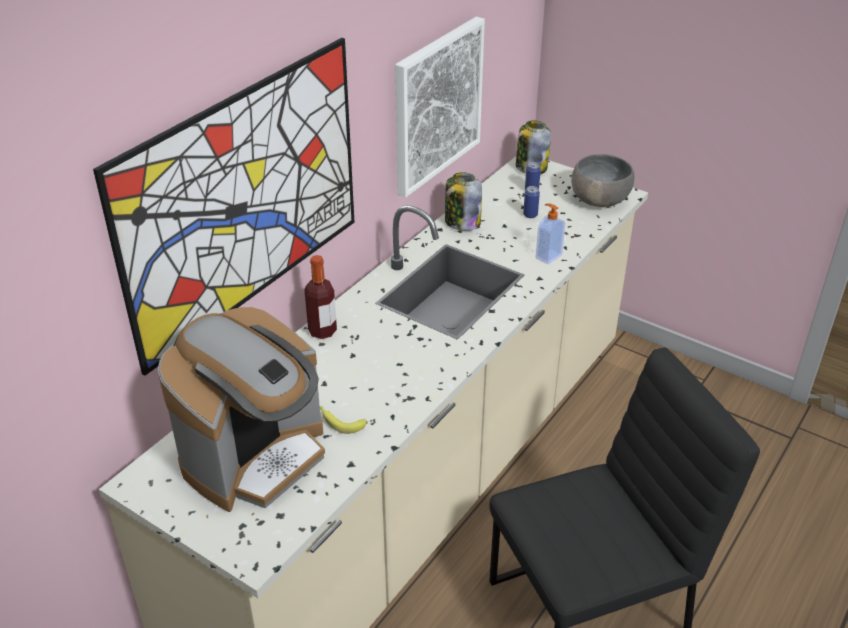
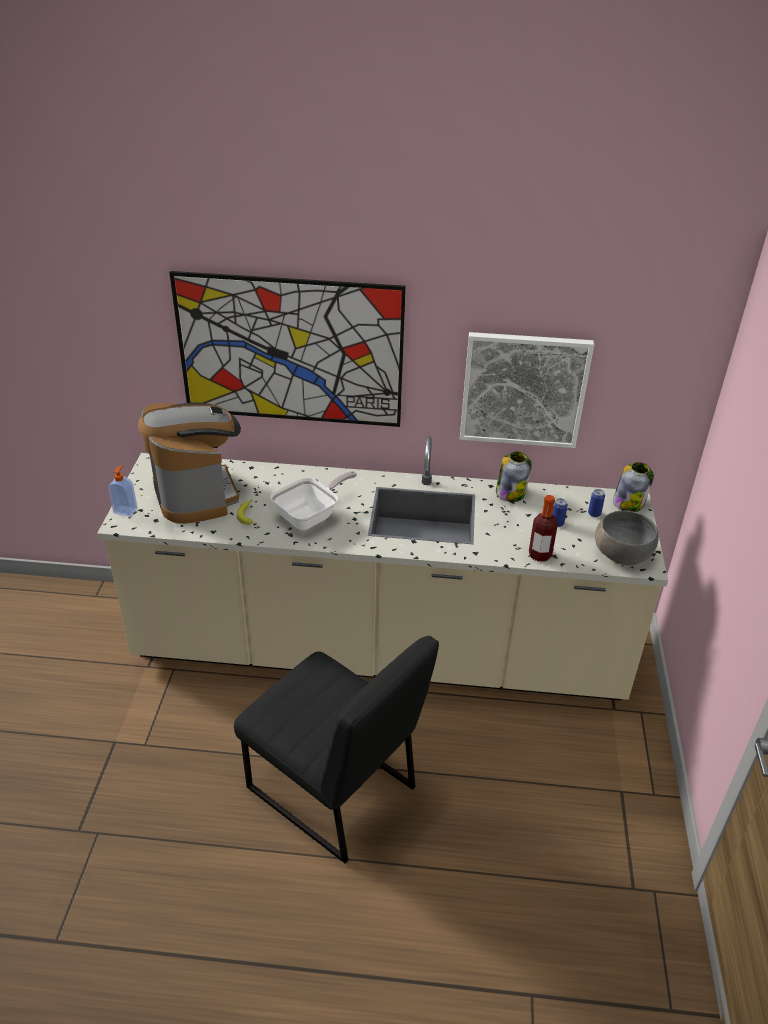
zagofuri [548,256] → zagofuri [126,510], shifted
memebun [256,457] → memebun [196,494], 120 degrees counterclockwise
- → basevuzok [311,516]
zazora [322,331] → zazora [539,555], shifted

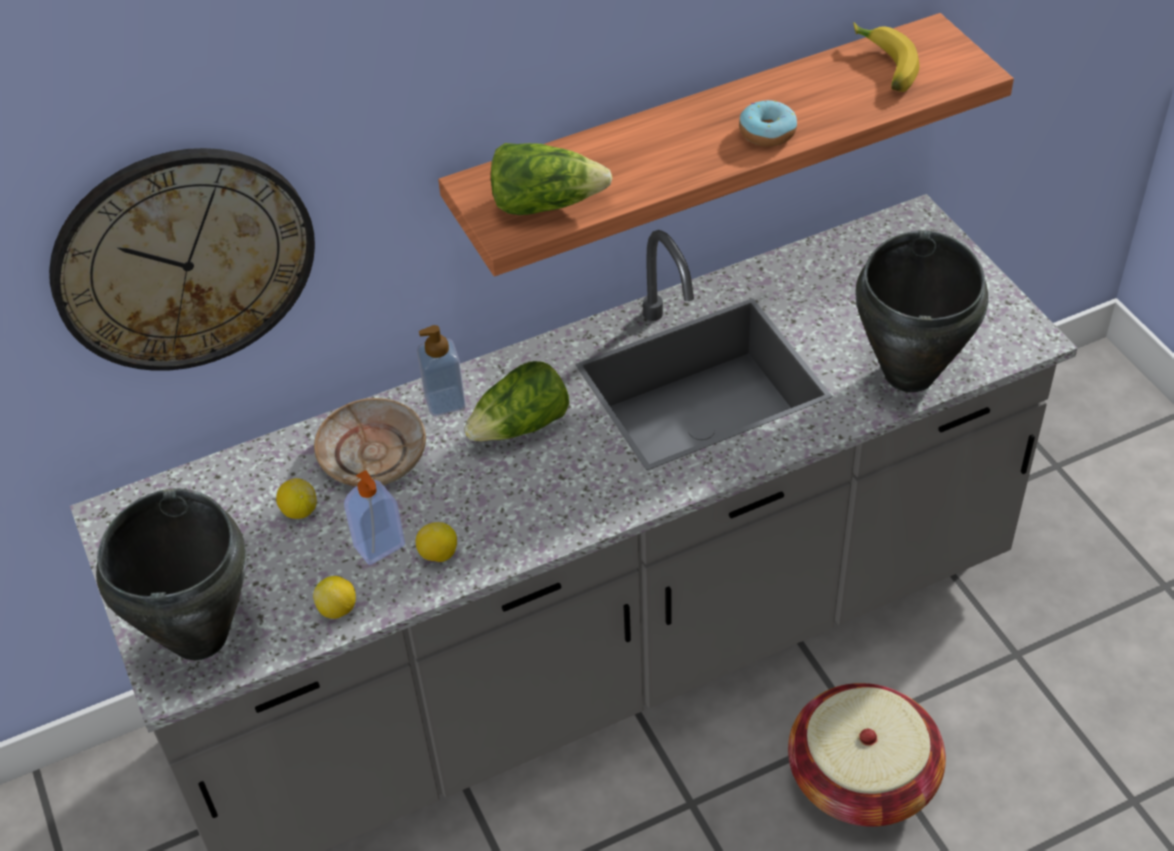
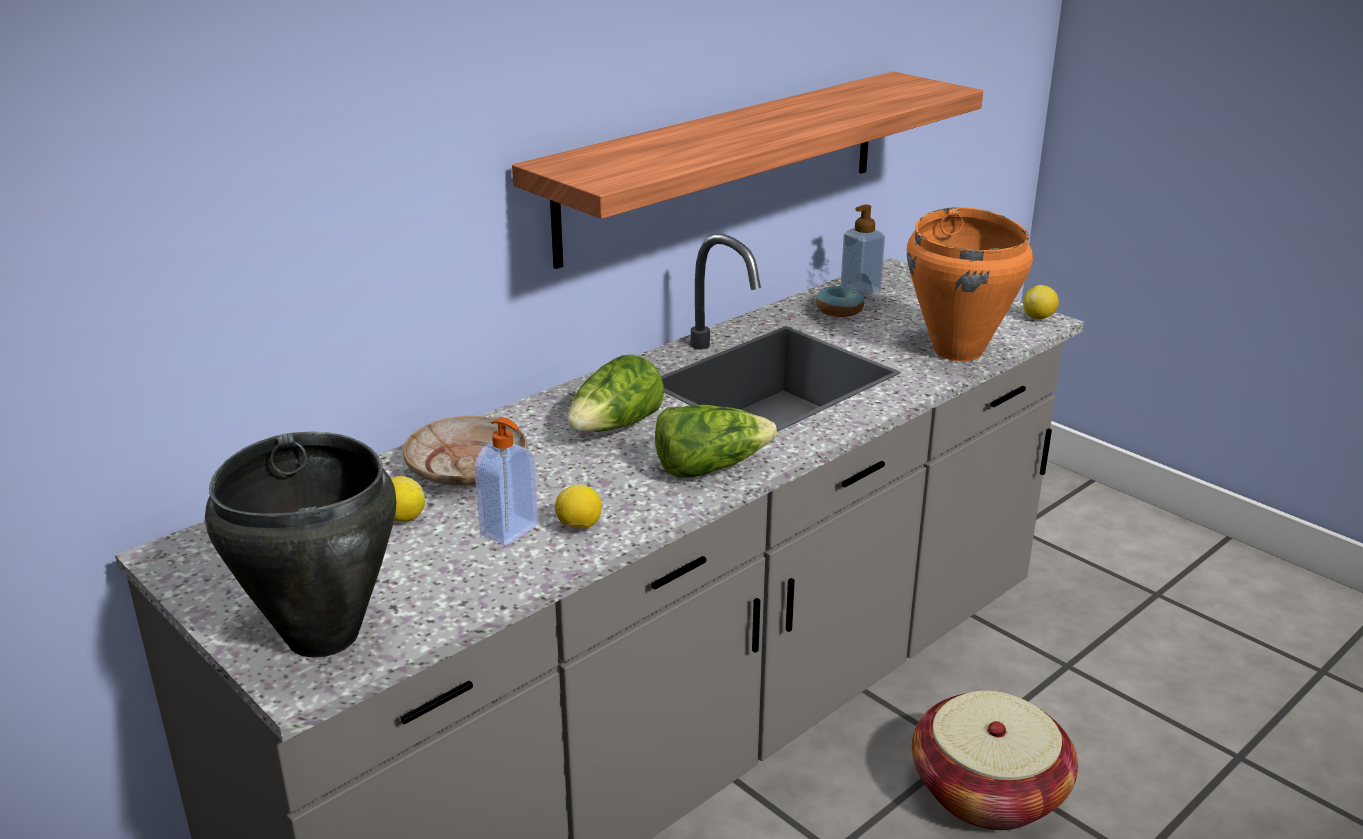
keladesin [545,203] → keladesin [709,467], shifted
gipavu [767,133] → gipavu [839,310], shifted
zagofuri [445,401] → zagofuri [860,290], shifted
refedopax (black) [910,373] → refedopax (orange) [958,351]
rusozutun [338,609] → rusozutun [1038,317], shifted
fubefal [184,259] → -
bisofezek [882,67] → -

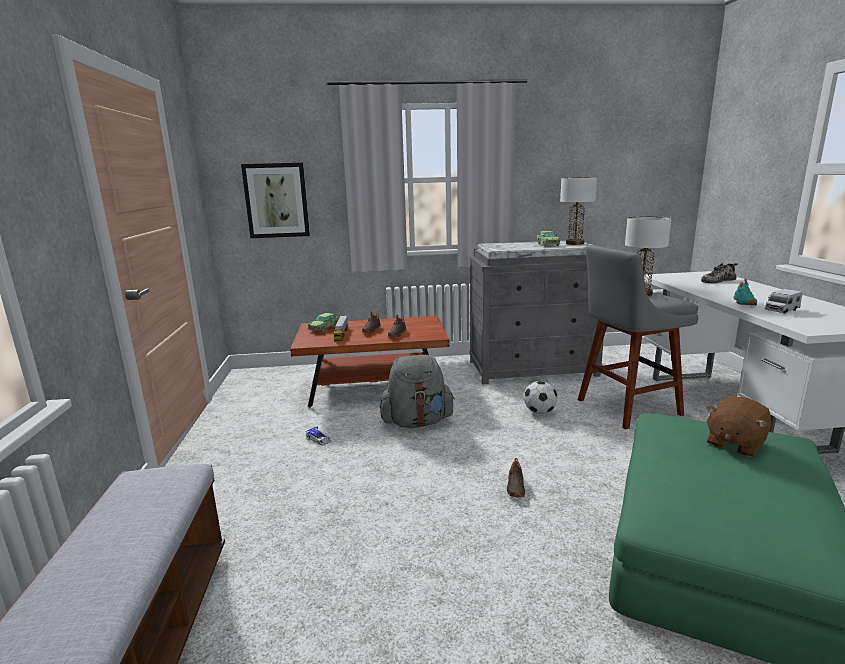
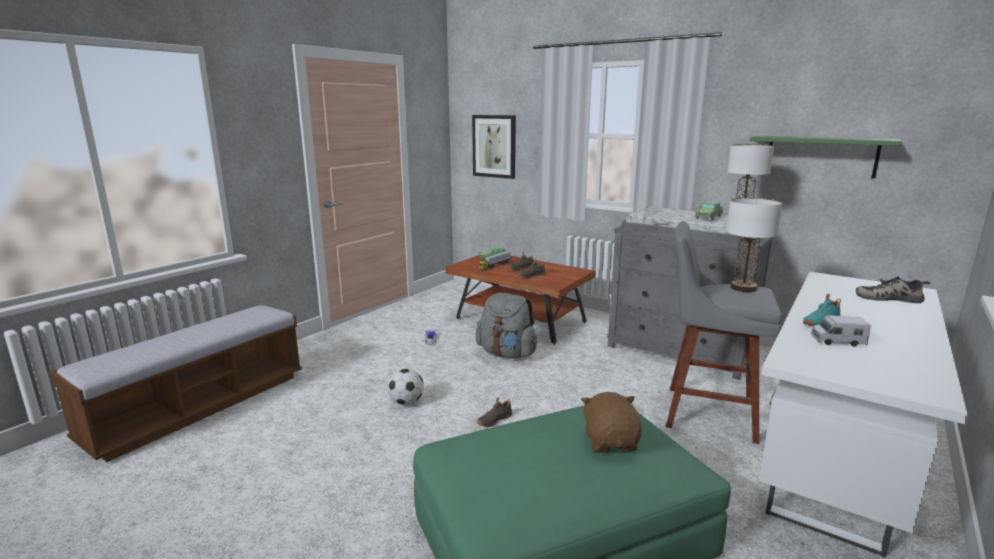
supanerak [539,412] → supanerak [406,402], shifted
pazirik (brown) [734,444] → pazirik (brown) [610,442], 90 degrees clockwise
- → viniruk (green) [820,156]

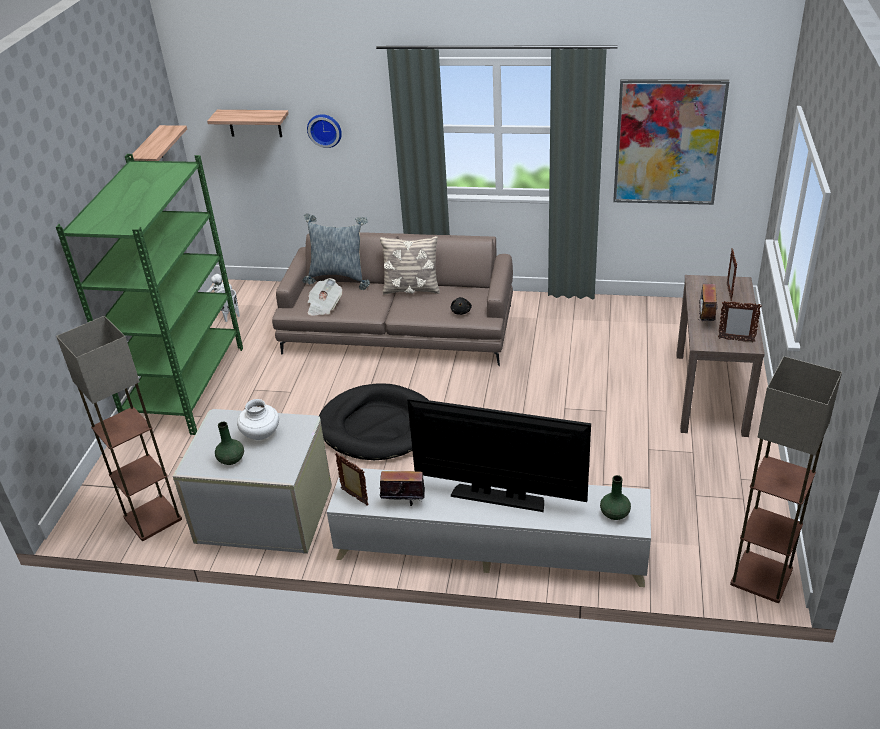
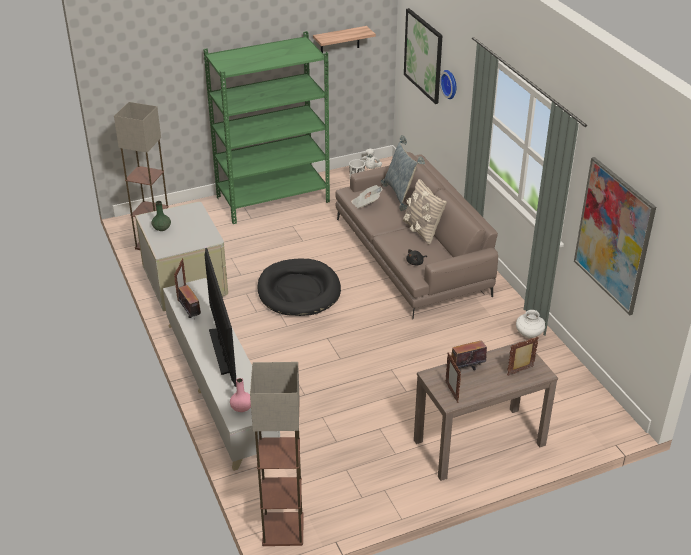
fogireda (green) [614,513] → fogireda (pink) [242,407]
viniruk [254,123] → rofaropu [423,55]
fogireda (white) [261,434] → fogireda (white) [529,334], shifted

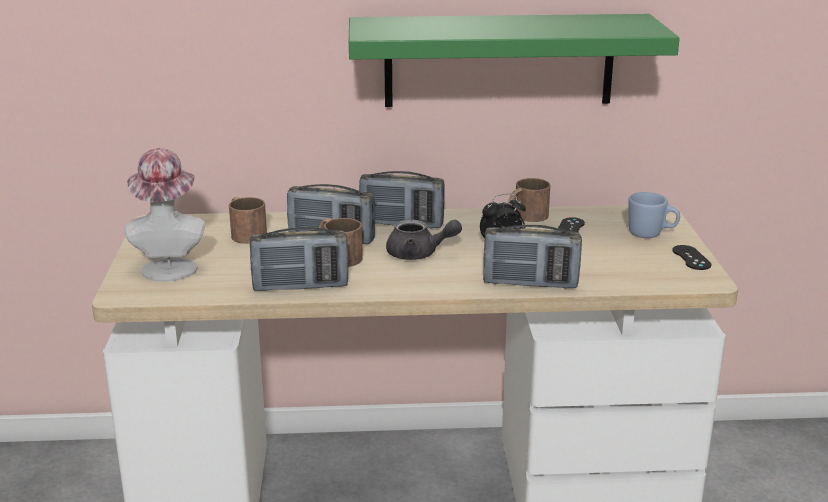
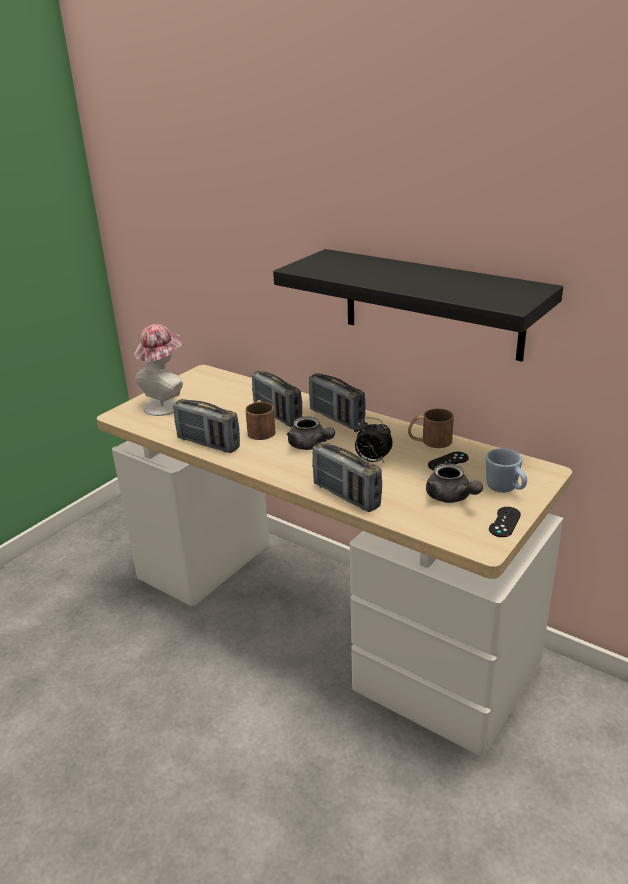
viniruk (green) [499,60] → viniruk (black) [431,304]
- → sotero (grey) [451,497]
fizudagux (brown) [245,233] → -

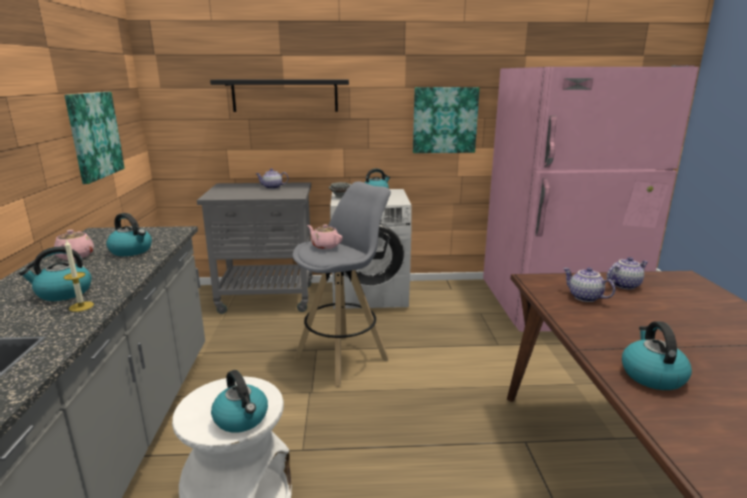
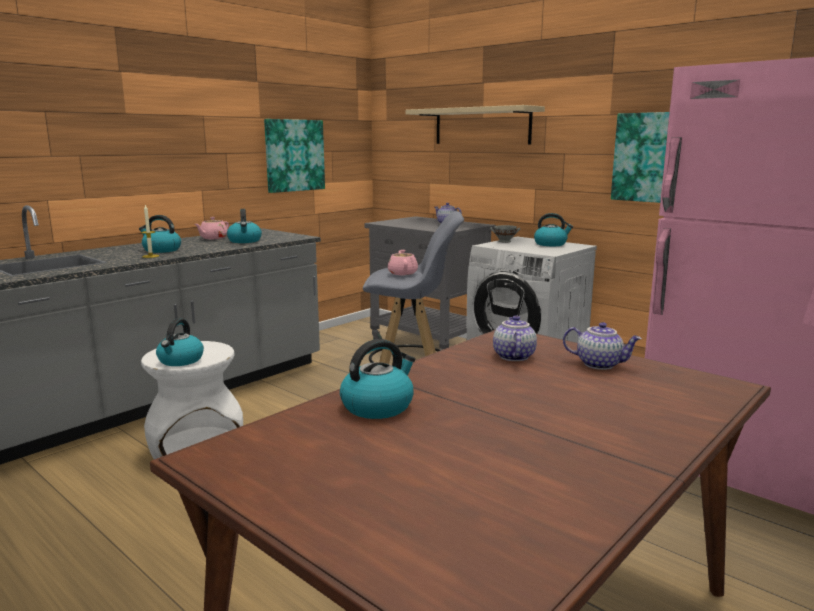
viniruk (black) [285,95] → viniruk (beige) [481,126]

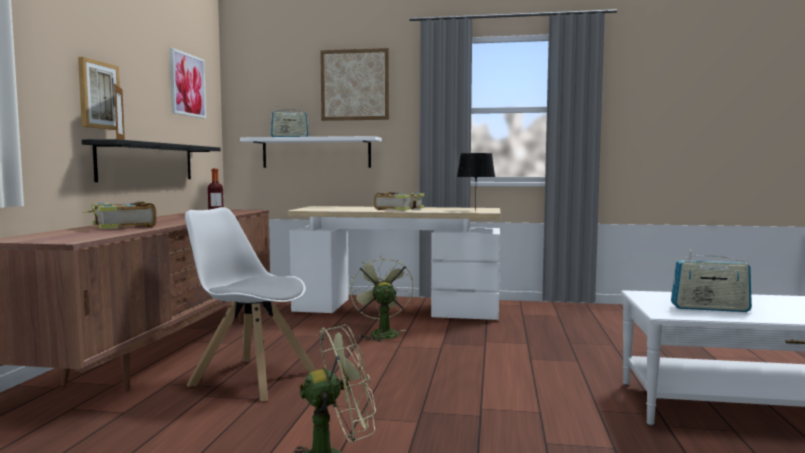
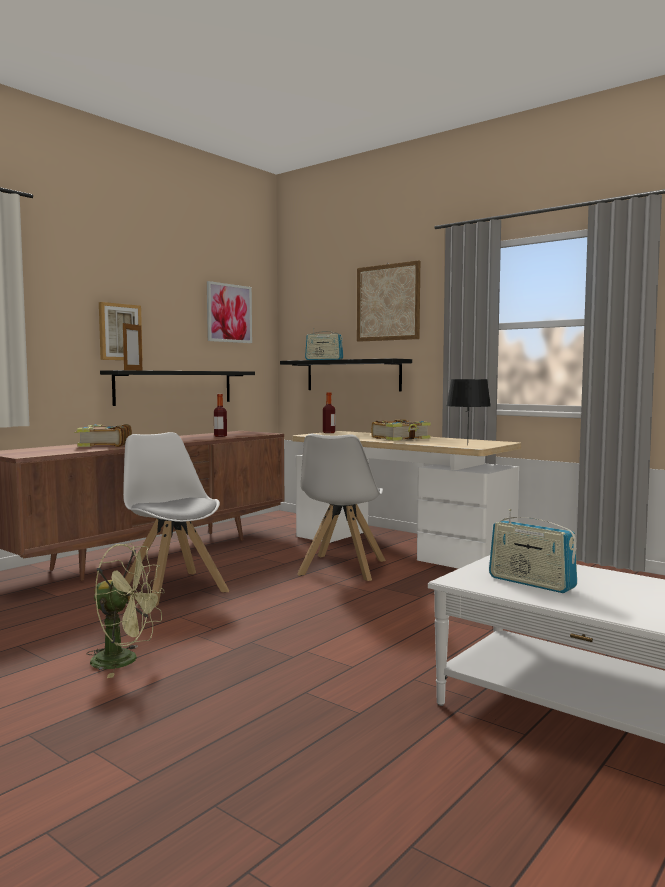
viniruk (white) [316,153] → viniruk (black) [353,375]
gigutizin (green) [381,333] → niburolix [341,569]
- → zazora [329,432]

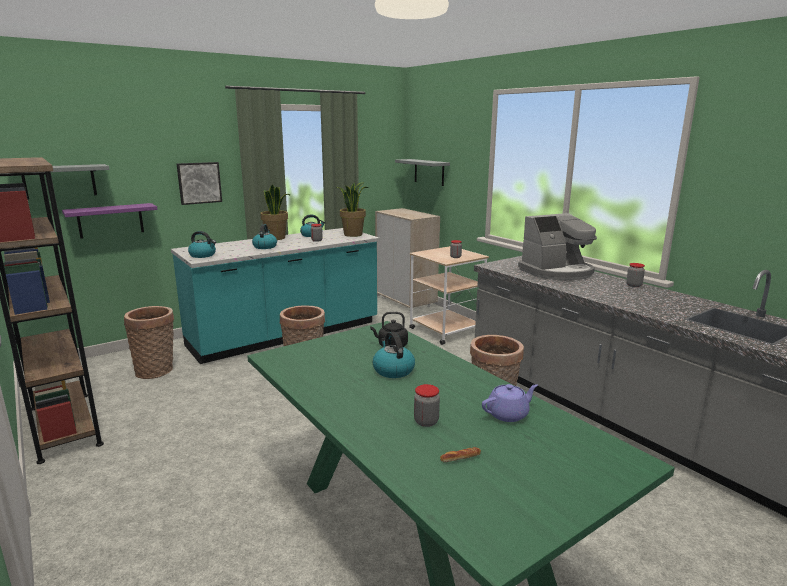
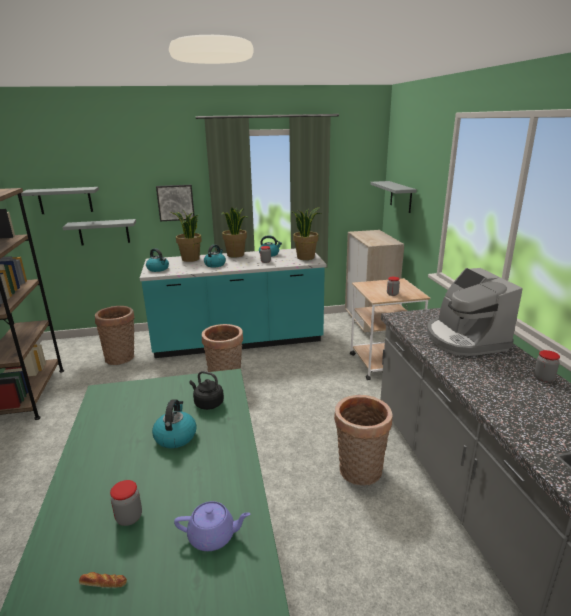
viniruk (purple) [110,220] → viniruk (grey) [104,232]
- → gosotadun [190,259]
memebun [557,272] → memebun [464,339], 75 degrees clockwise

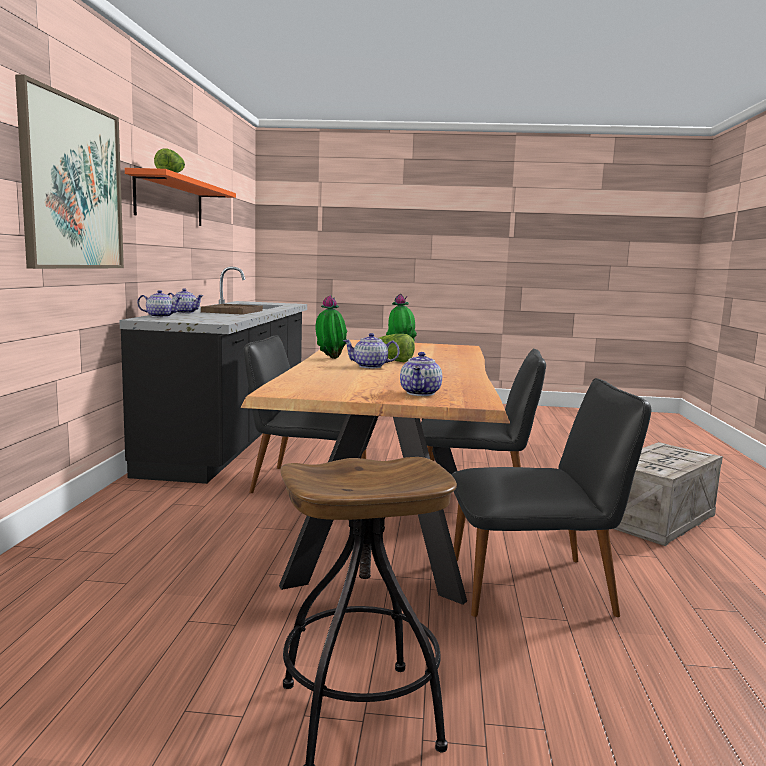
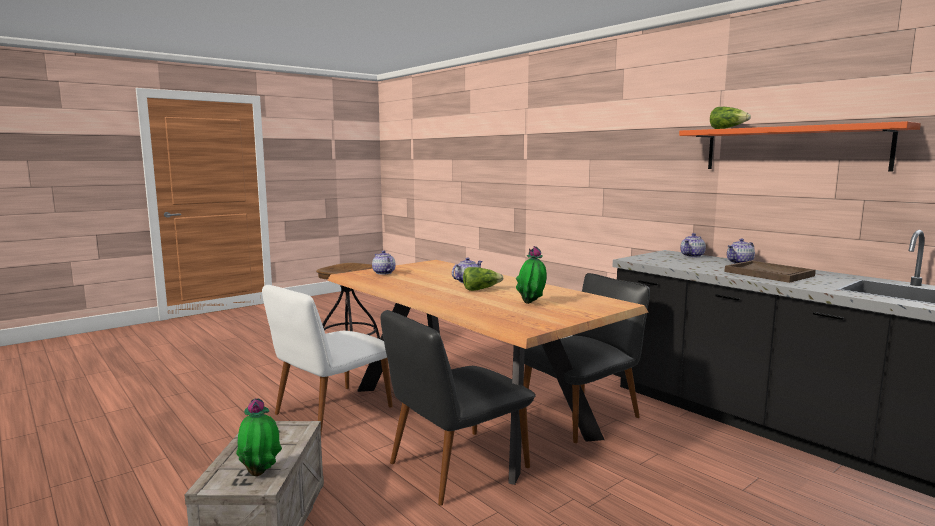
gosotadun [330,358] → gosotadun [261,472], shifted
niburolix (black) [530,586] → niburolix (white) [334,410]
rofaropu [73,185] → -

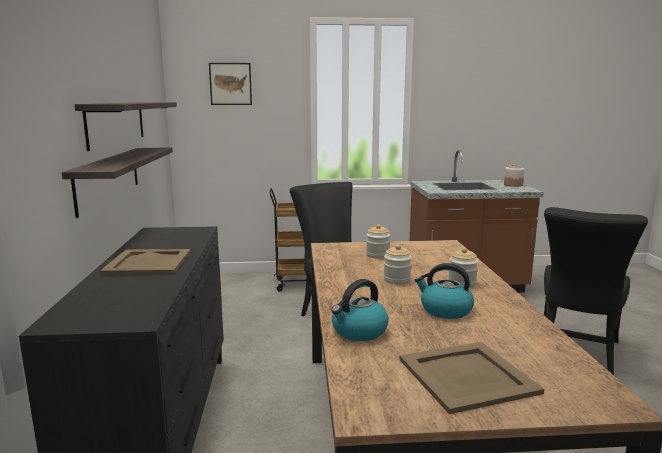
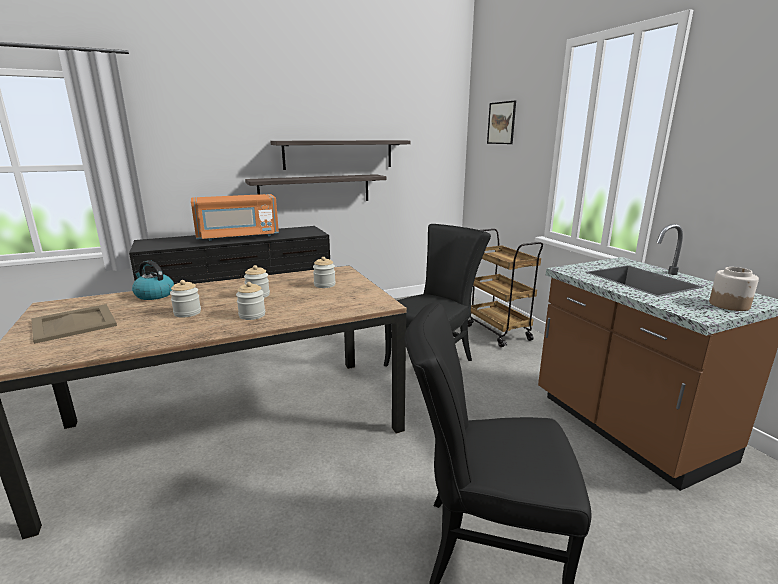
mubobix [445,310] → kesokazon [187,313]
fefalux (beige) [148,262] → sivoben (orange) [238,236]

